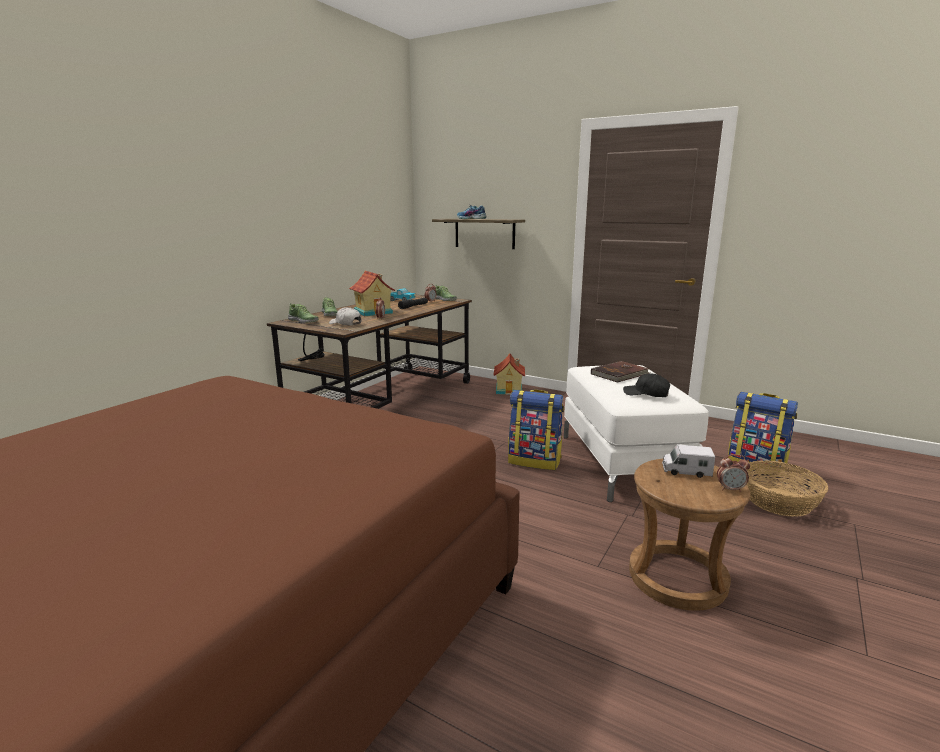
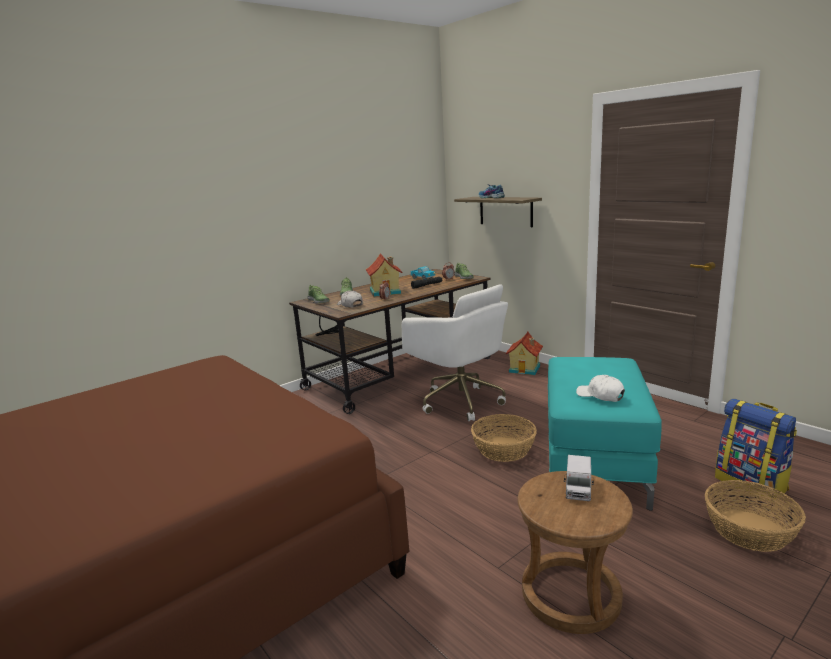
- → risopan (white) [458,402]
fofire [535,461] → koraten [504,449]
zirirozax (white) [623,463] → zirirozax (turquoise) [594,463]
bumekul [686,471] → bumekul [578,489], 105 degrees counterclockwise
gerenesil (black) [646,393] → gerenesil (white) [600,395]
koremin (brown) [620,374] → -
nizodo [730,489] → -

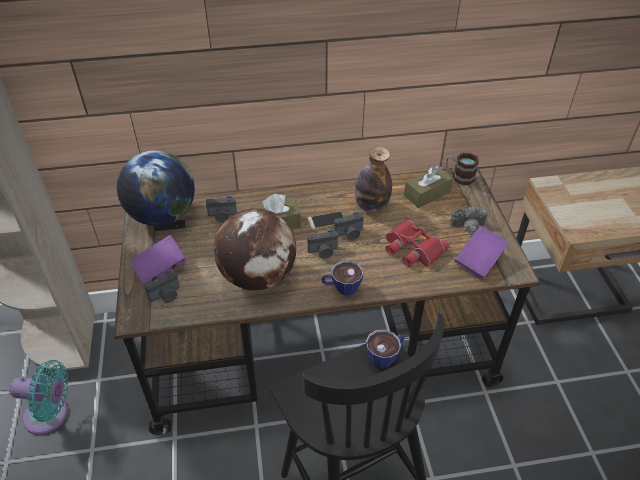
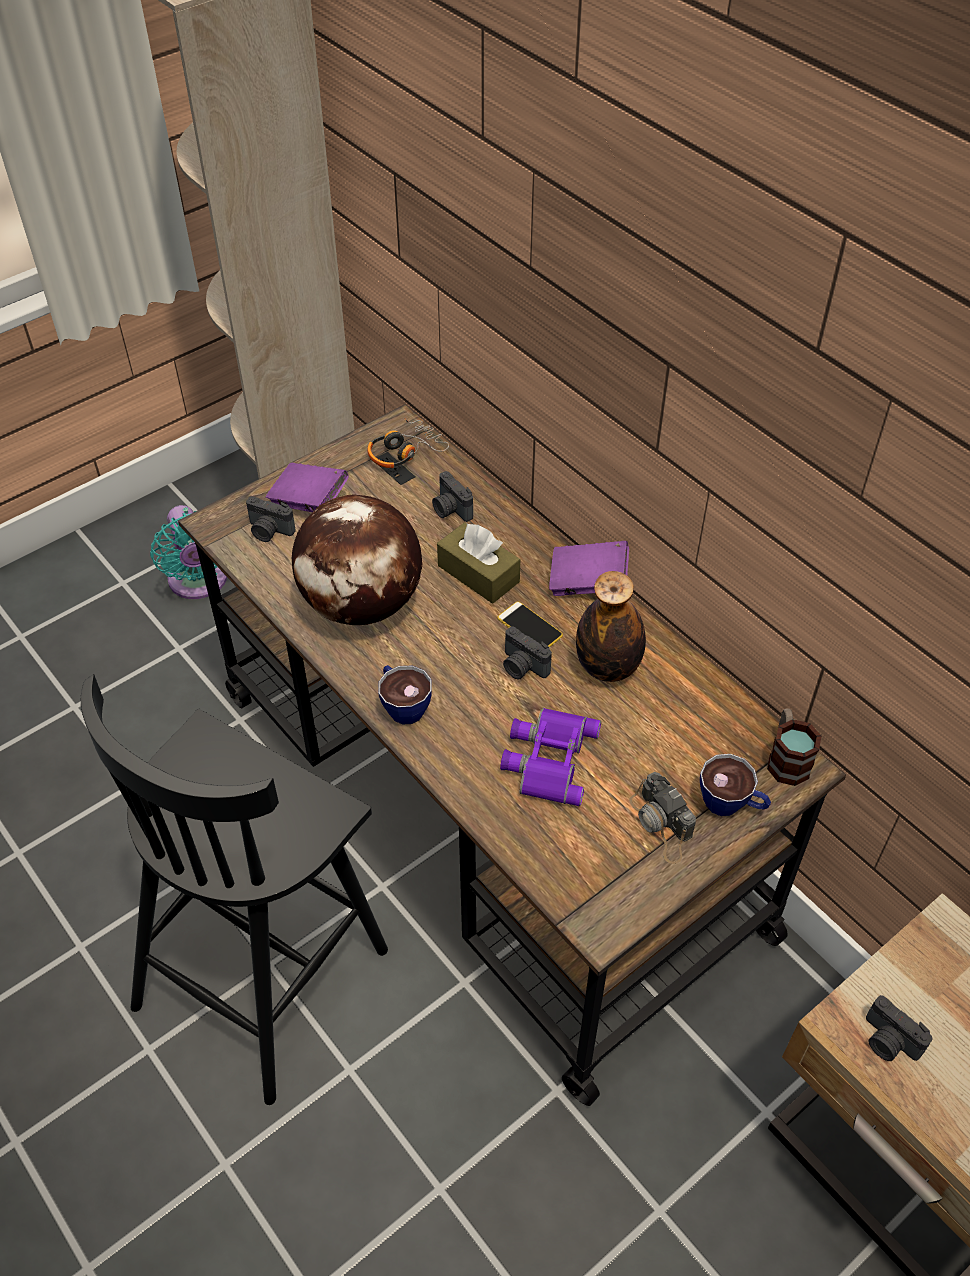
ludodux [162,216] → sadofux [404,451]
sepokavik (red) [411,248] → sepokavik (purple) [548,758]
koremin (purple) [479,261] → koremin (purple) [588,582], shifted
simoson [385,356] → simoson [731,804], shifted
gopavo [323,251] → gopavo [888,1041], shifted
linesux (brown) [427,194] → -

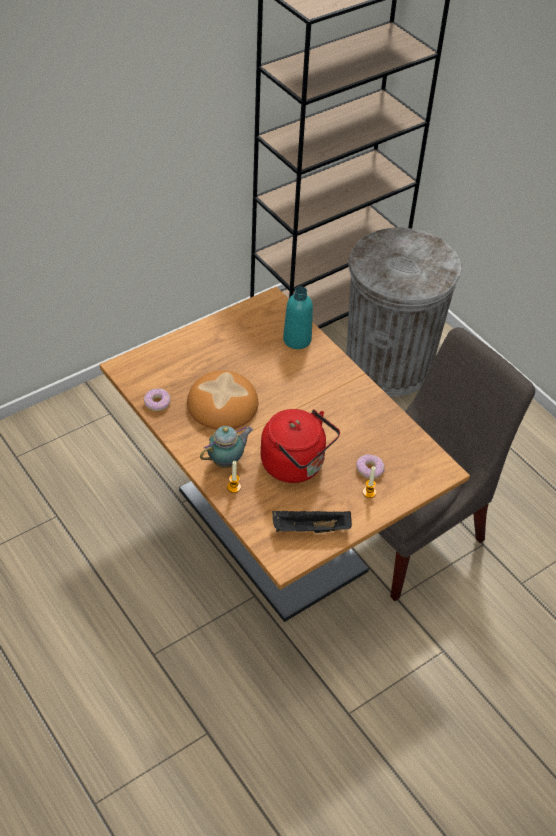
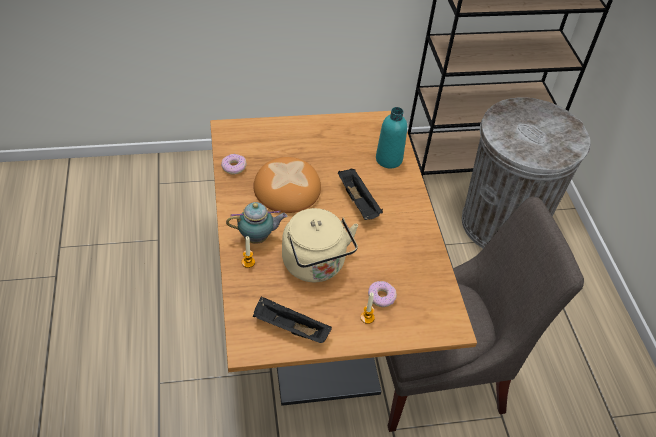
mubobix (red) [296,465] → mubobix (beige) [316,266]
- → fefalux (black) [359,202]

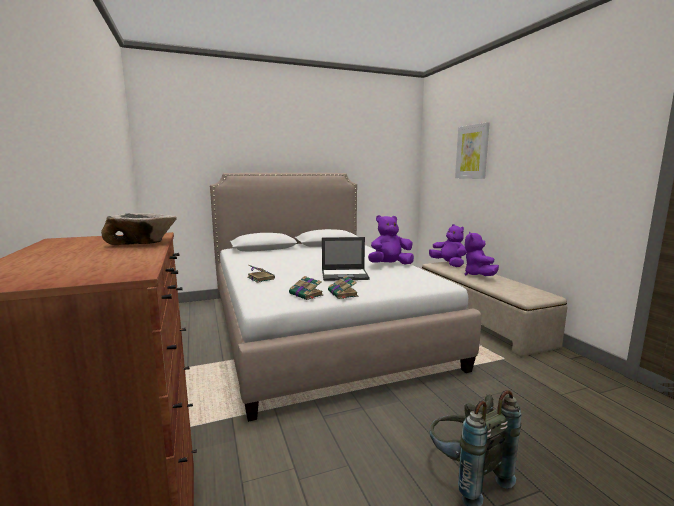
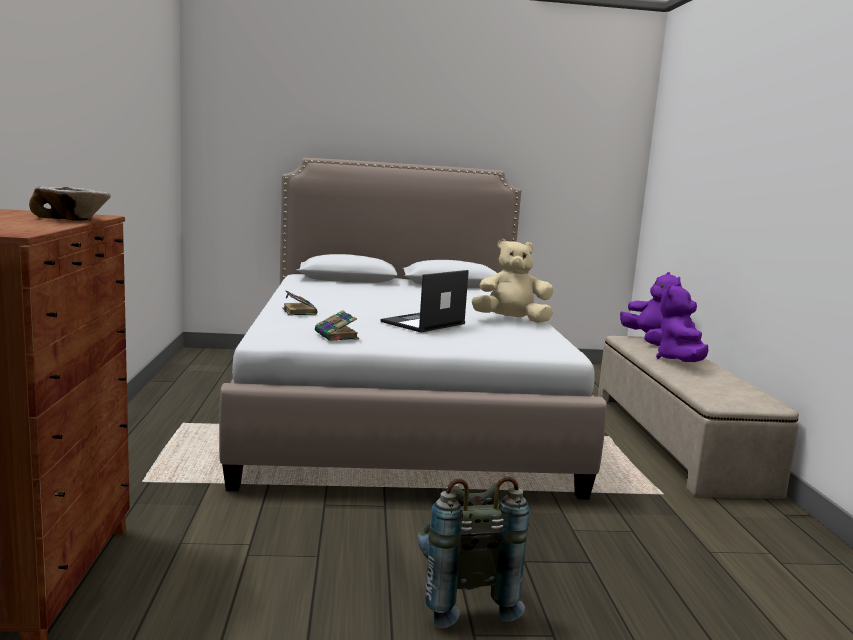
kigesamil [345,275] → kigesamil [422,323], 120 degrees clockwise
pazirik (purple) [389,265] → pazirik (beige) [511,320]
koremin [343,294] → -
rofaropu [472,152] → -

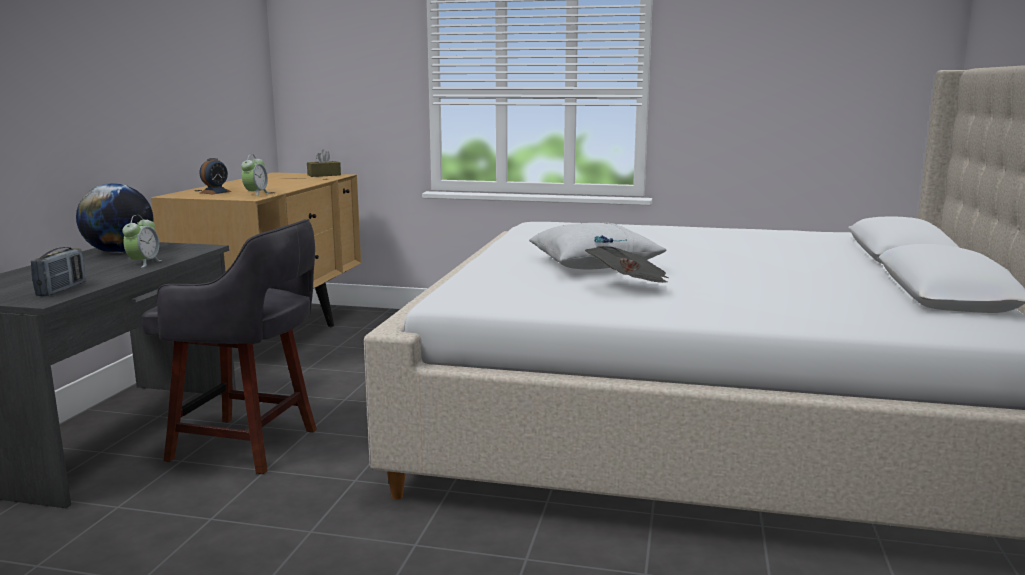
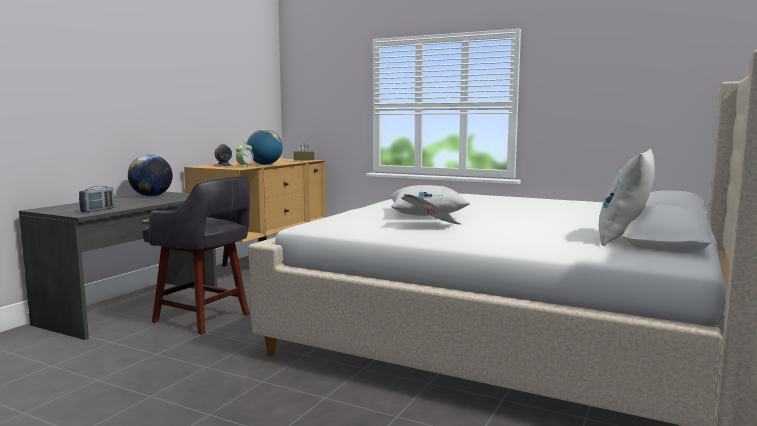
- → ludodux [265,164]
- → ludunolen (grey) [624,238]
nizodo [144,263] → -

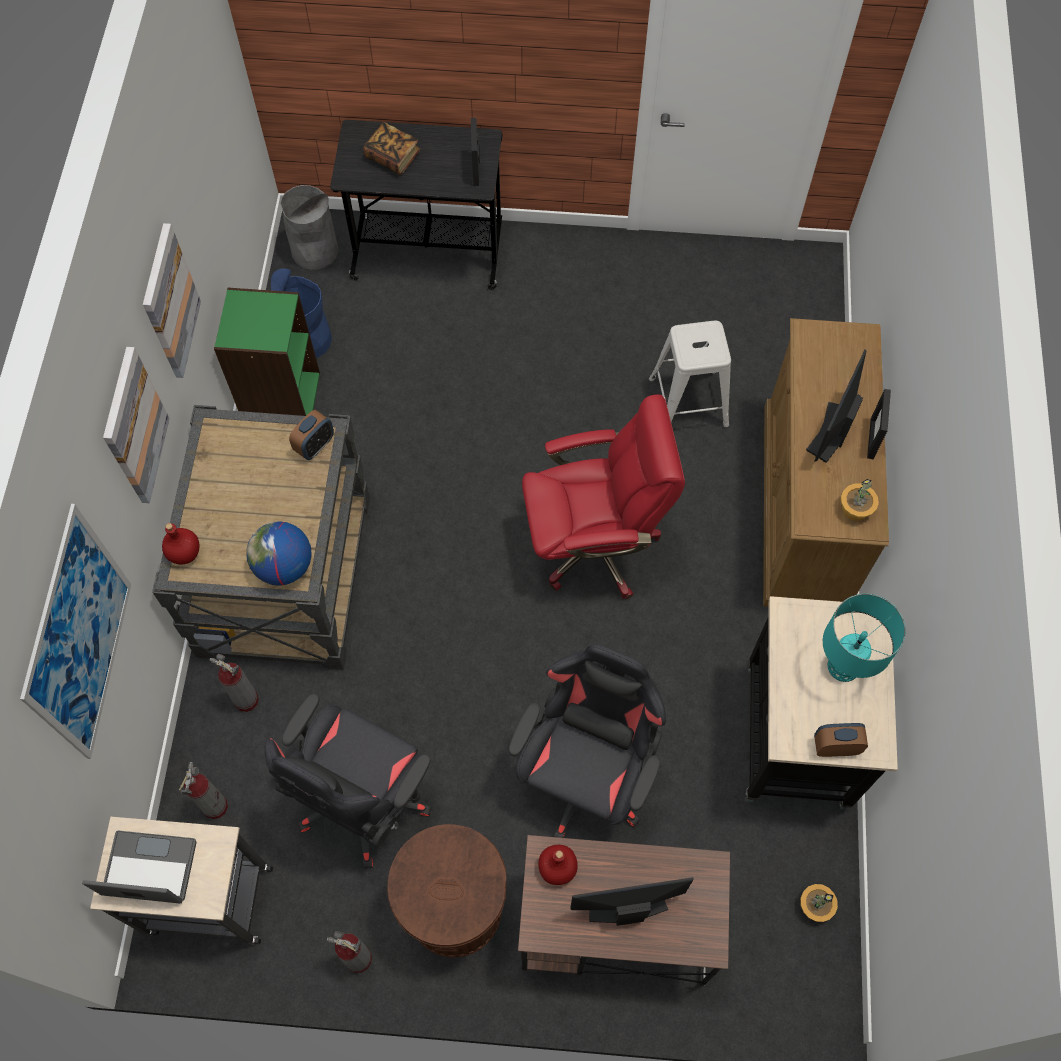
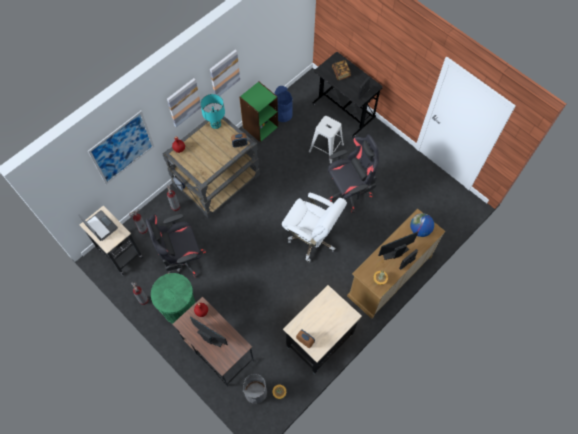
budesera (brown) [454,909] → budesera (green) [179,308]
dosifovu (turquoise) [844,666] → dosifovu (turquoise) [216,124], shifted
budesera (grey) [315,250] → budesera (grey) [255,392], shifted
risopan (red) [593,547] → risopan (white) [311,239]
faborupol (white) [688,402] → faborupol (white) [326,148], shifted
risopan (black) [585,780] → risopan (black) [348,192], shifted
ludodux [284,566] → ludodux [419,230], shifted

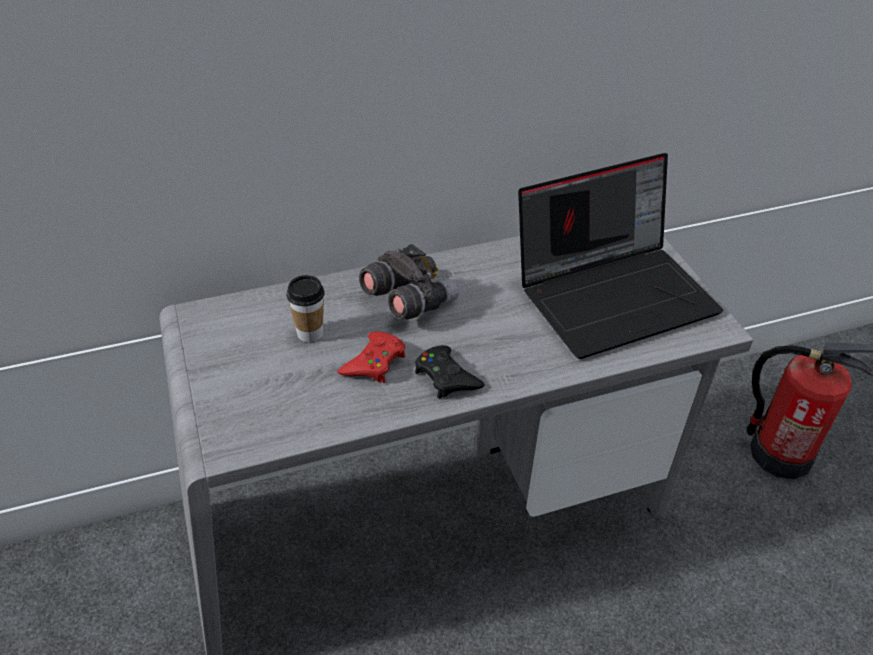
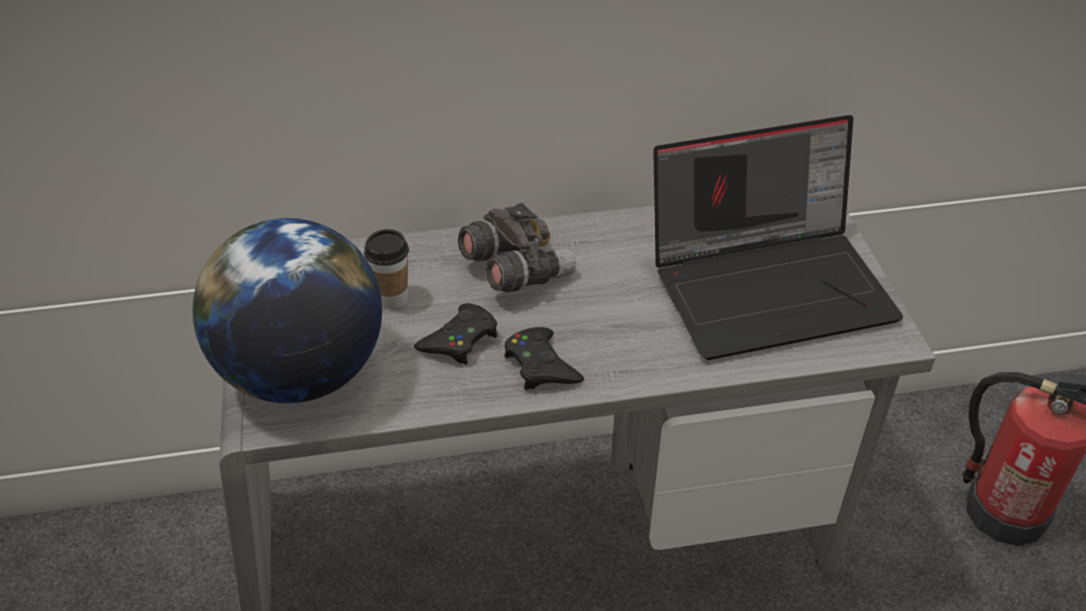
- → ludodux [303,373]
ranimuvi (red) [374,362] → ranimuvi (black) [460,340]

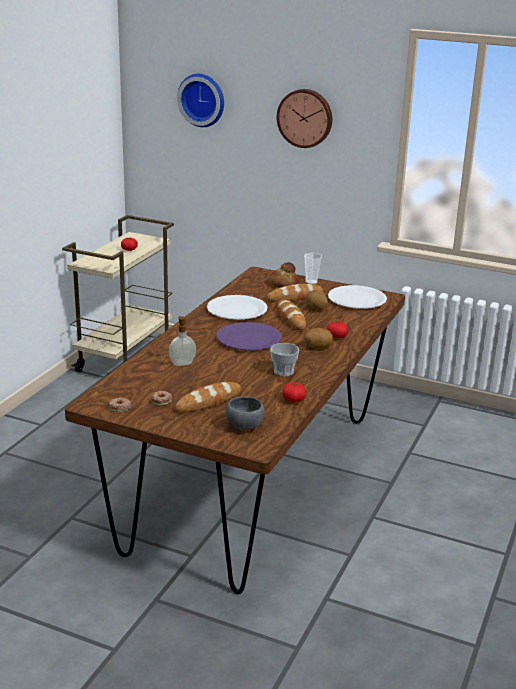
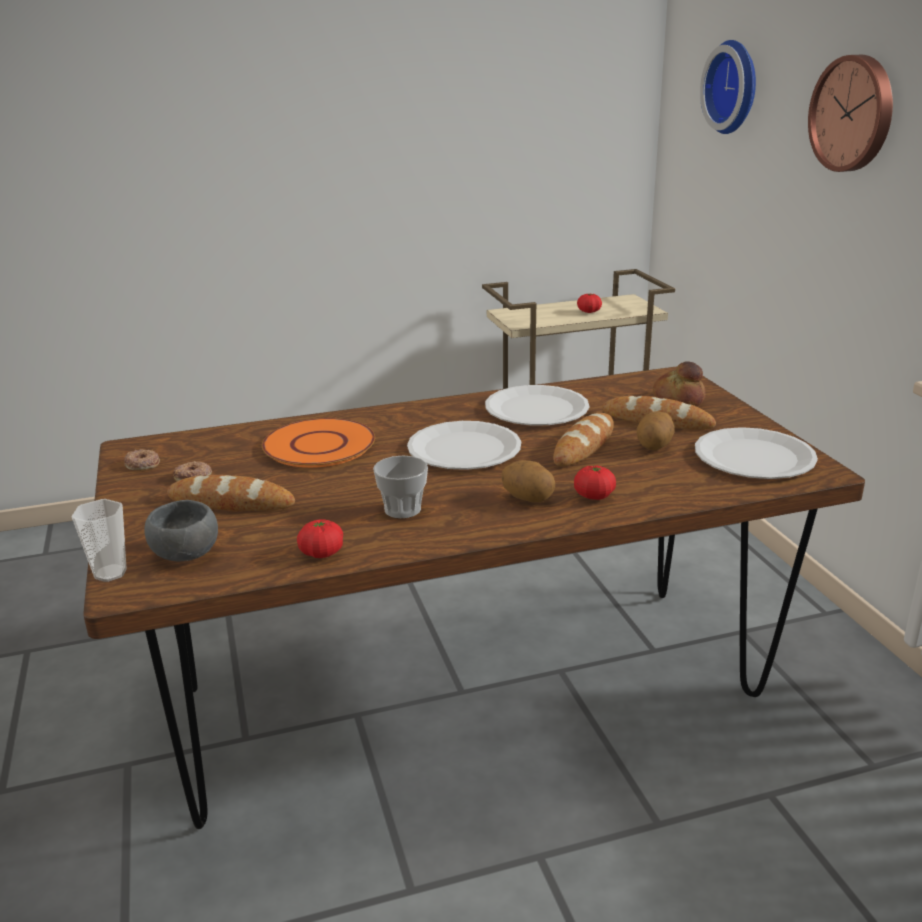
simoson [311,282] → simoson [110,573], shifted
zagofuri [182,363] → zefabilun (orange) [318,445]
zefabilun (purple) [249,338] → zefabilun (white) [464,449]

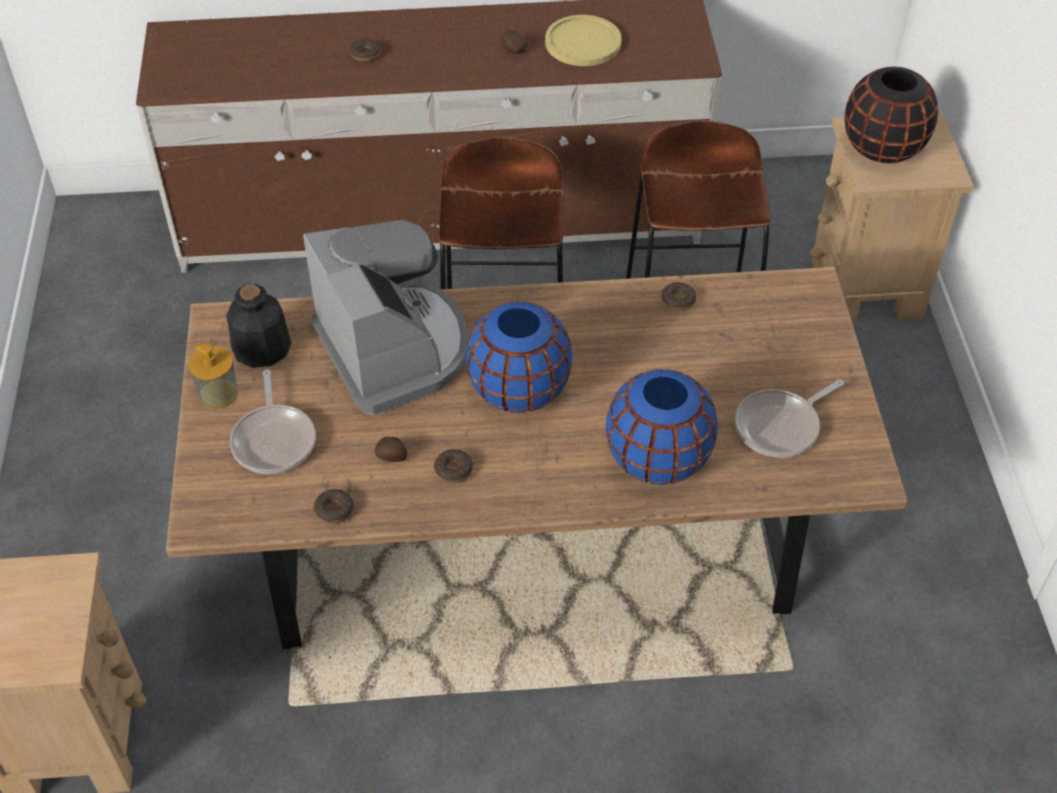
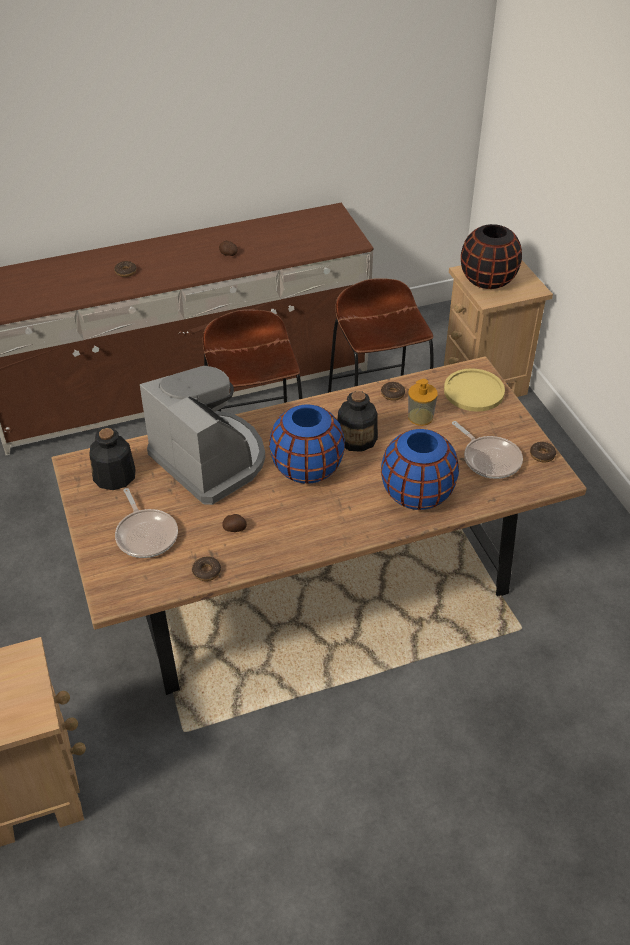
- → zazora [357,438]
zagofuri [218,394] → zagofuri [420,417], shifted
zefabilun (yellow) [583,42] → zefabilun (yellow) [474,391], shifted
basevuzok [781,426] → basevuzok [489,459], 75 degrees counterclockwise
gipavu [453,470] → gipavu [542,455], shifted

